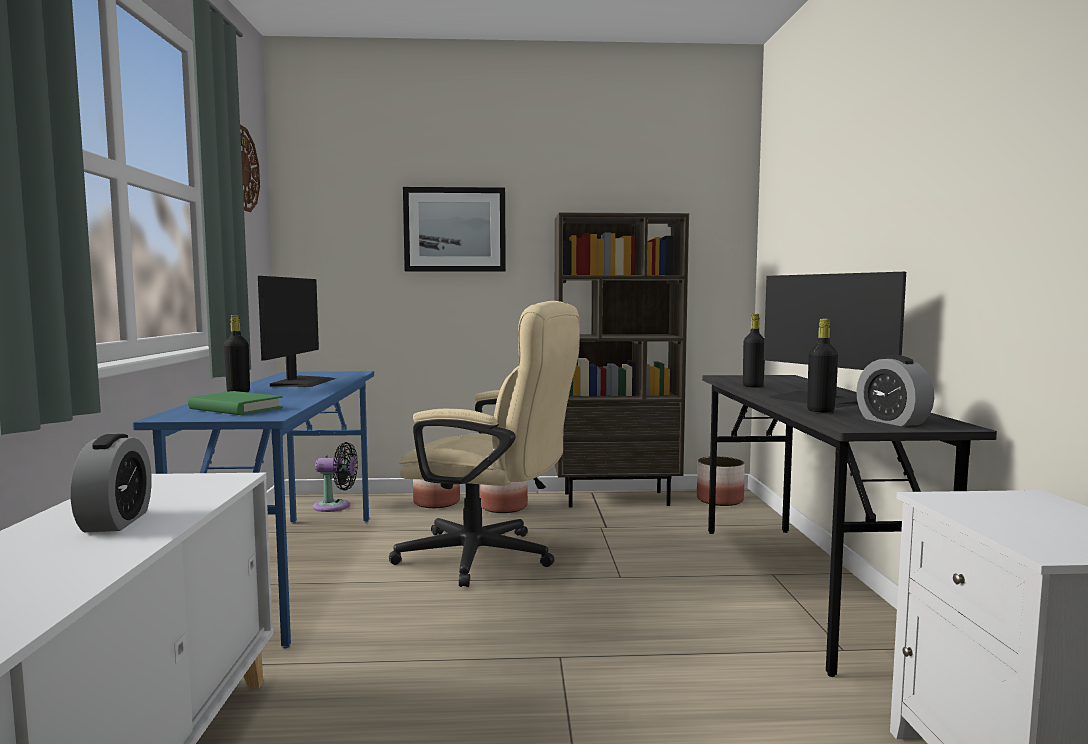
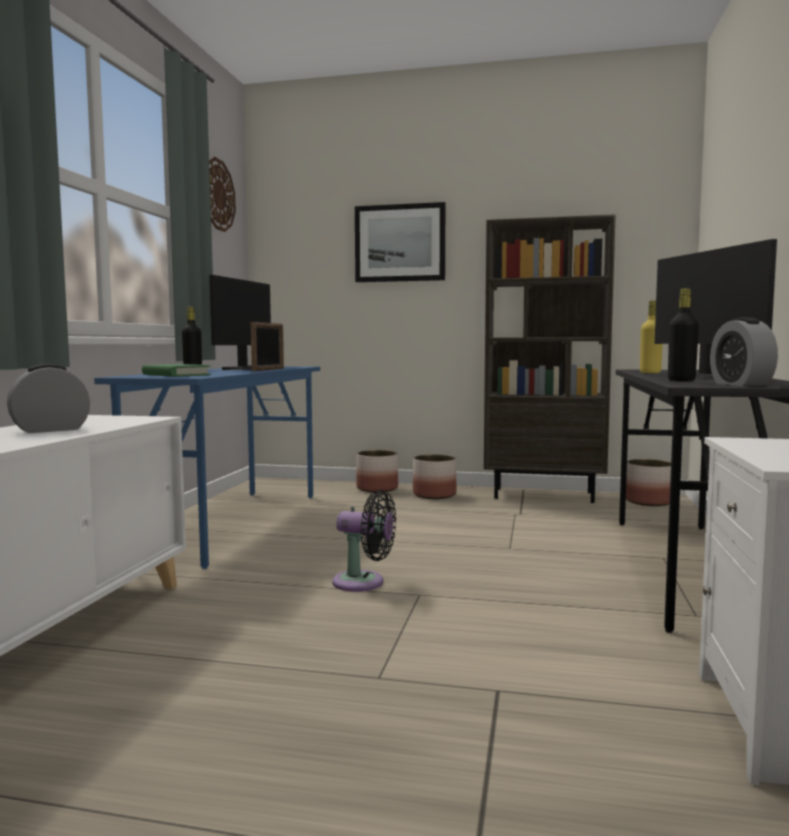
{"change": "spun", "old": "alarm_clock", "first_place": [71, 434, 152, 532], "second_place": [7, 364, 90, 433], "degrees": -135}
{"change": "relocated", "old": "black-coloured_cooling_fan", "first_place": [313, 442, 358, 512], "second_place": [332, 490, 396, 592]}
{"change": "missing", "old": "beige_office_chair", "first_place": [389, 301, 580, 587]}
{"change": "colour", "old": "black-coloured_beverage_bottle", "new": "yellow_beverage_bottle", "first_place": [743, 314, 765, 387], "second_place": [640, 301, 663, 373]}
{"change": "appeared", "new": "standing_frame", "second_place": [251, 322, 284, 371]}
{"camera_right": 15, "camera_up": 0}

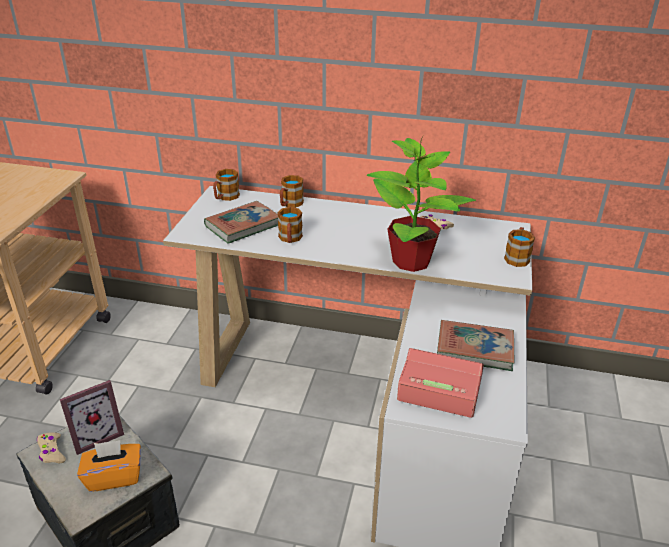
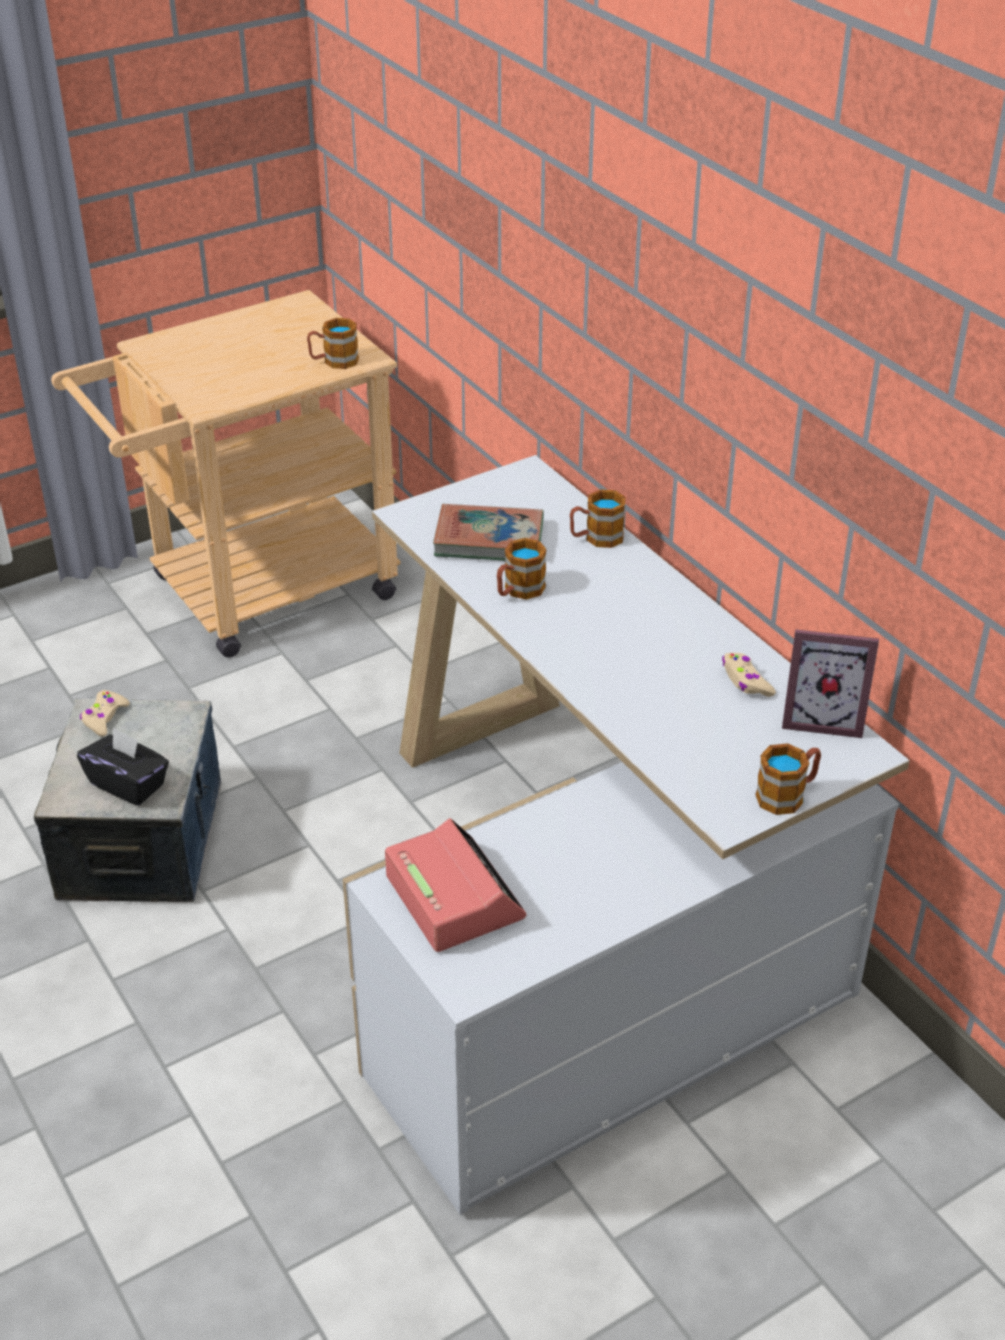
{"change": "relocated", "old": "standing_frame", "first_place": [60, 380, 124, 455], "second_place": [782, 630, 879, 738]}
{"change": "colour", "old": "orangey_tissue_box", "new": "black-coloured_tissue_box", "first_place": [77, 440, 141, 492], "second_place": [77, 727, 169, 806]}
{"change": "relocated", "old": "tea_mug", "first_place": [213, 169, 240, 201], "second_place": [307, 318, 359, 369]}
{"change": "missing", "old": "plant_in_a_pot", "first_place": [367, 136, 476, 272]}
{"change": "missing", "old": "book", "first_place": [437, 320, 514, 371]}
{"camera_right": 45, "camera_up": 5}

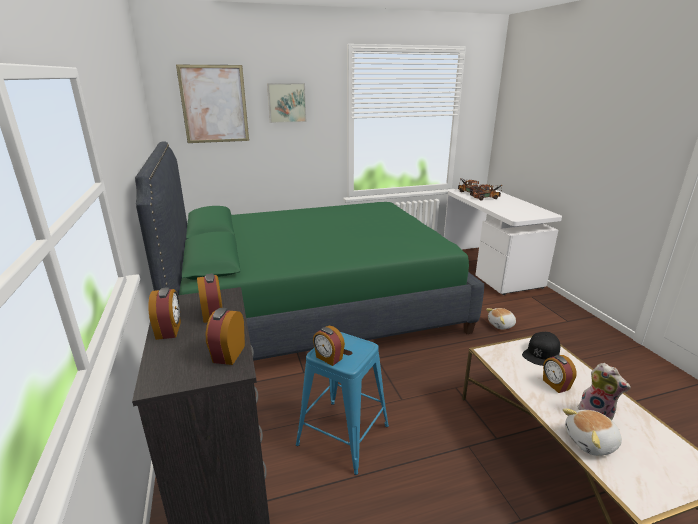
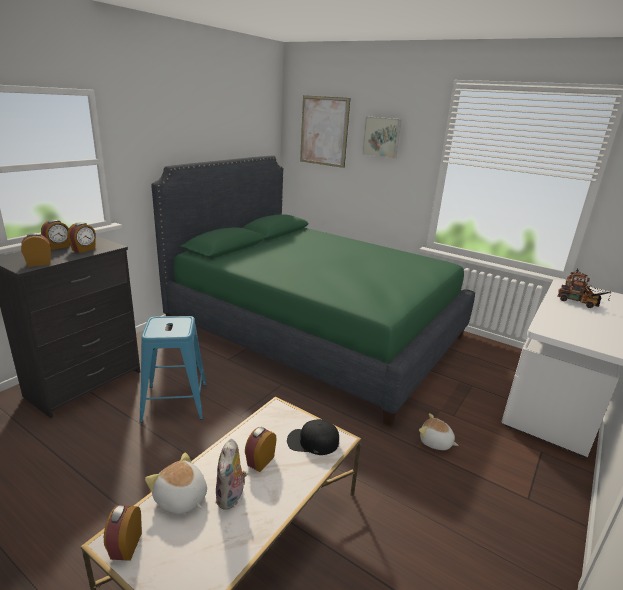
{"change": "relocated", "old": "alarm_clock", "first_place": [313, 326, 345, 366], "second_place": [104, 505, 142, 561]}
{"camera_right": 50, "camera_up": 0}

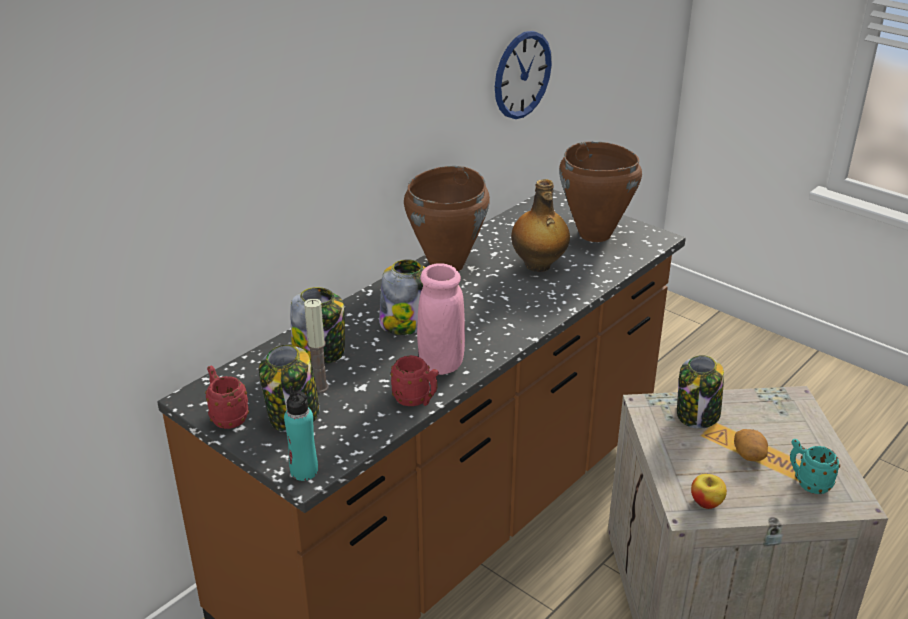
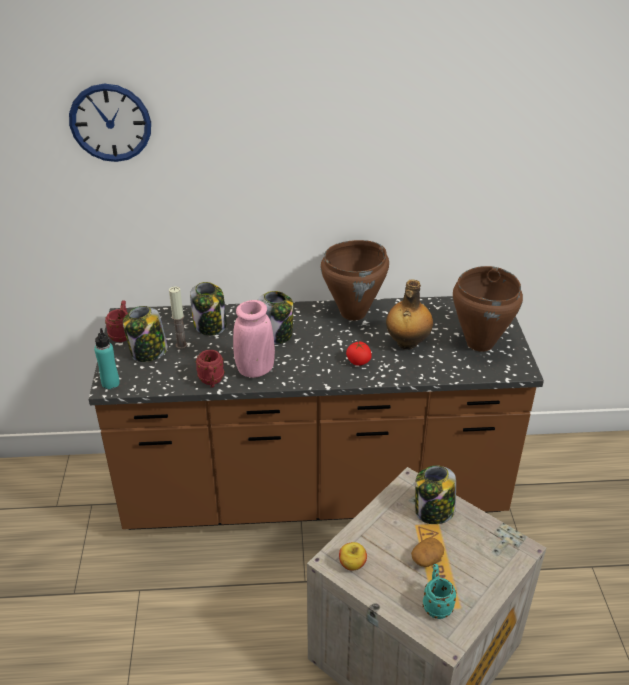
{"change": "relocated", "old": "wall_clock", "first_place": [495, 31, 552, 119], "second_place": [69, 84, 151, 162]}
{"change": "appeared", "new": "tomato", "second_place": [346, 341, 372, 366]}
{"camera_right": 45, "camera_up": 5}

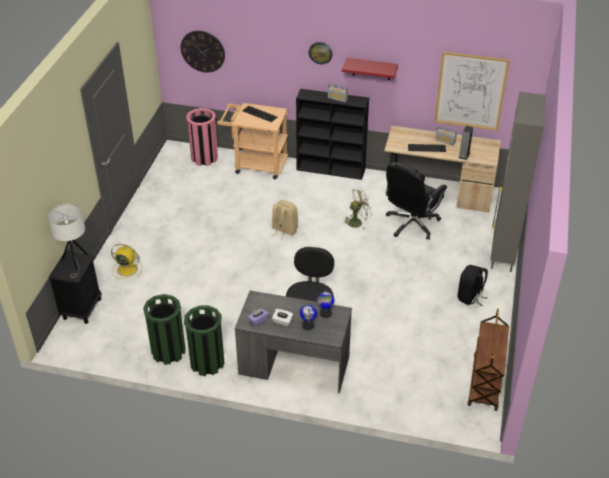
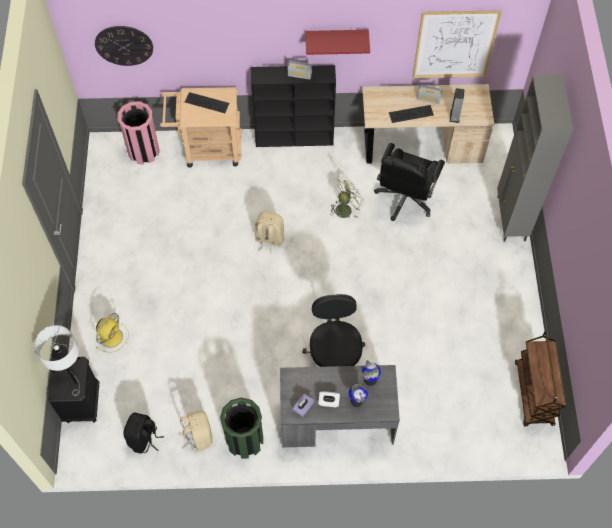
{"change": "spun", "old": "yellow_cooling_fan", "first_place": [111, 244, 142, 279], "second_place": [95, 313, 129, 353], "degrees": 120}
{"change": "exchanged", "old": "green-coloured_waste_bin", "new": "beige_backpack", "first_place": [143, 294, 185, 364], "second_place": [179, 410, 213, 451]}
{"change": "missing", "old": "wall_clock", "first_place": [308, 42, 332, 65]}
{"change": "relocated", "old": "black-coloured_backpack", "first_place": [457, 265, 488, 306], "second_place": [123, 412, 164, 454]}
{"camera_right": -15, "camera_up": 20}

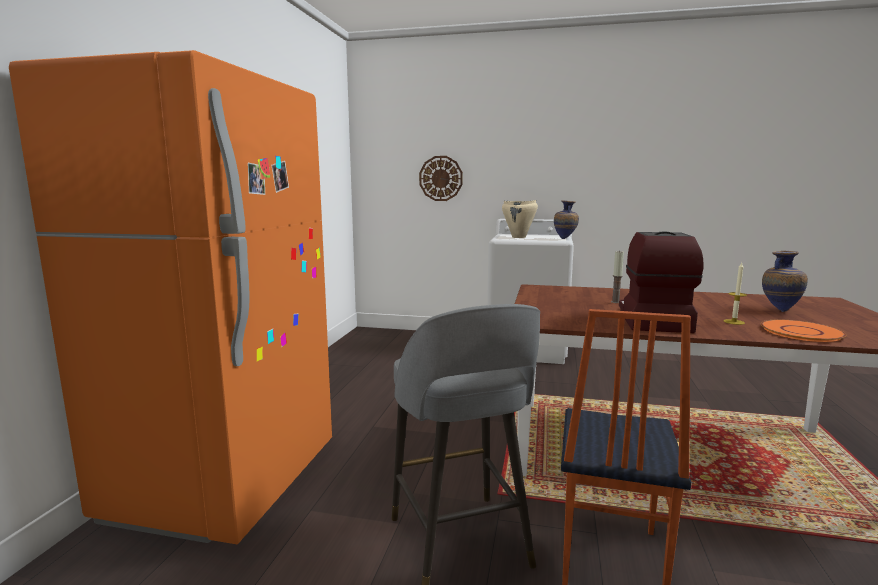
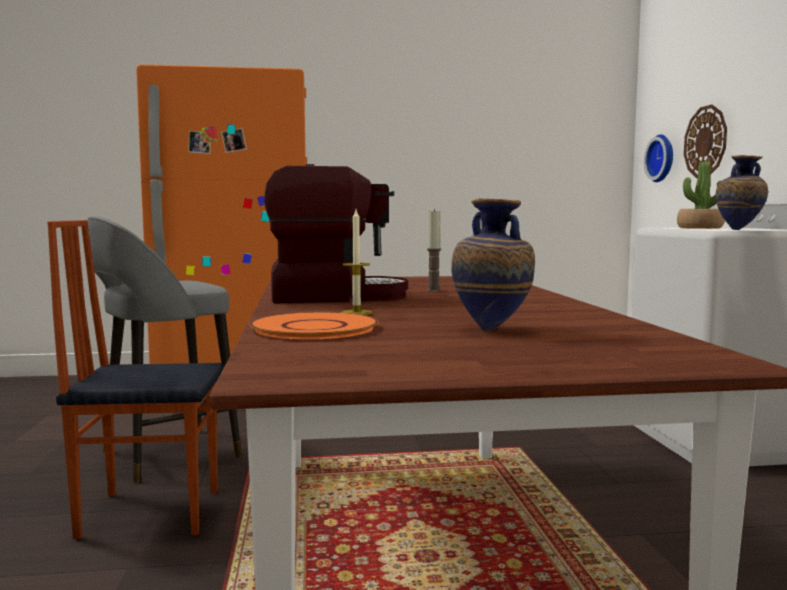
{"change": "exchanged", "old": "beige_cooking_pot", "new": "plant_in_a_pot", "first_place": [502, 200, 538, 238], "second_place": [677, 162, 725, 229]}
{"change": "appeared", "new": "wall_clock", "second_place": [644, 134, 673, 182]}
{"camera_right": 70, "camera_up": -5}

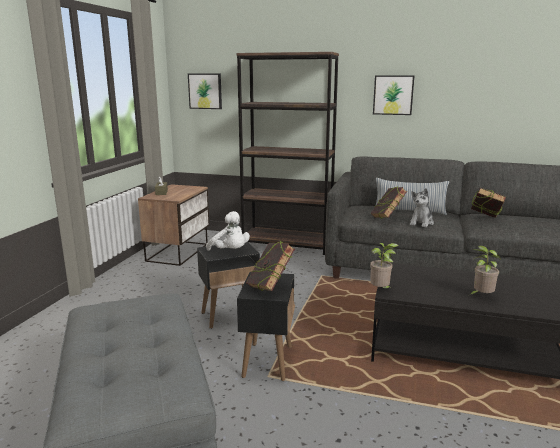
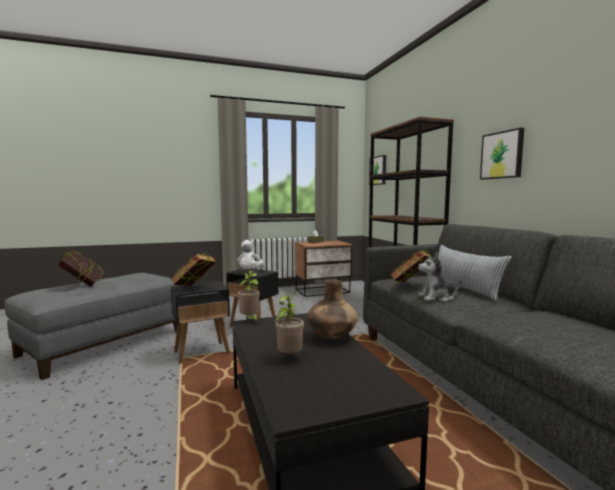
{"change": "relocated", "old": "book", "first_place": [471, 188, 506, 218], "second_place": [58, 250, 105, 287]}
{"change": "appeared", "new": "brown_vase", "second_place": [307, 280, 358, 339]}
{"camera_right": 55, "camera_up": -10}

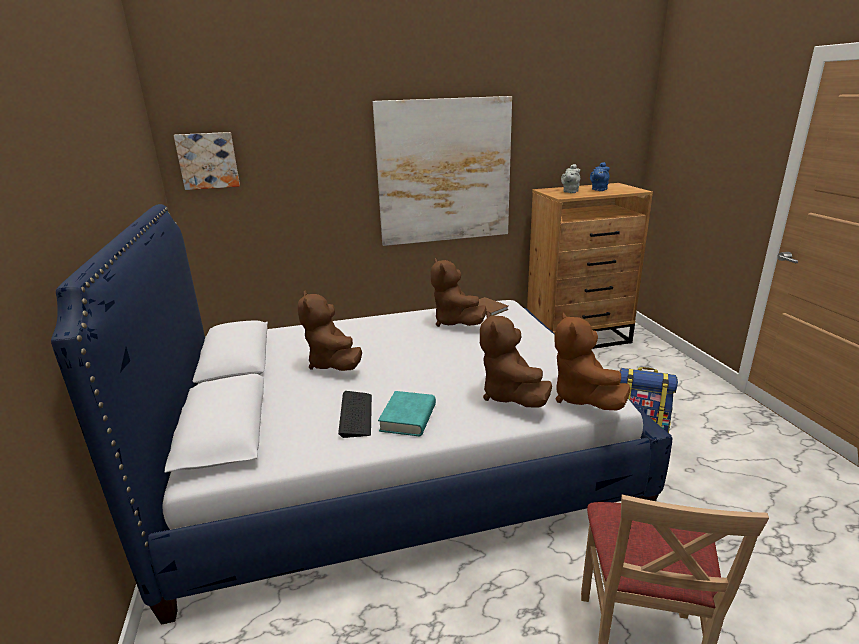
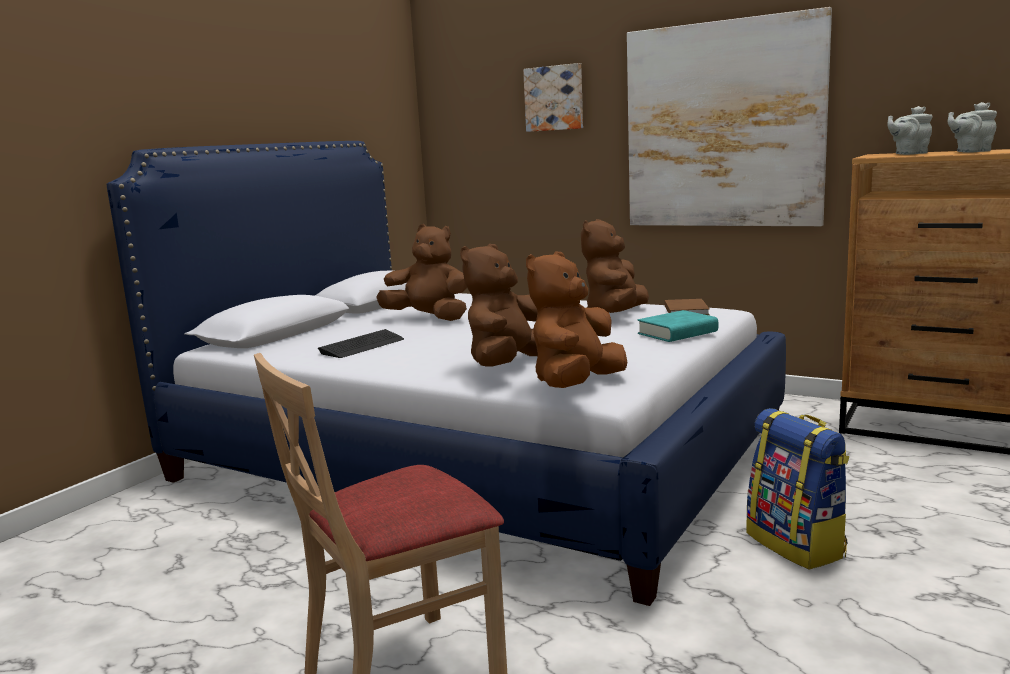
{"change": "relocated", "old": "wall_picture", "first_place": [174, 132, 240, 190], "second_place": [523, 63, 583, 132]}
{"change": "spun", "old": "brown_cuddly_toy", "first_place": [298, 290, 362, 371], "second_place": [376, 224, 467, 321], "degrees": 90}
{"change": "relocated", "old": "blue-green_book", "first_place": [378, 391, 436, 436], "second_place": [638, 310, 718, 342]}
{"change": "colour", "old": "blue_tea_pot", "new": "grey_tea_pot", "first_place": [590, 162, 610, 191], "second_place": [948, 102, 997, 153]}
{"camera_right": 45, "camera_up": -10}

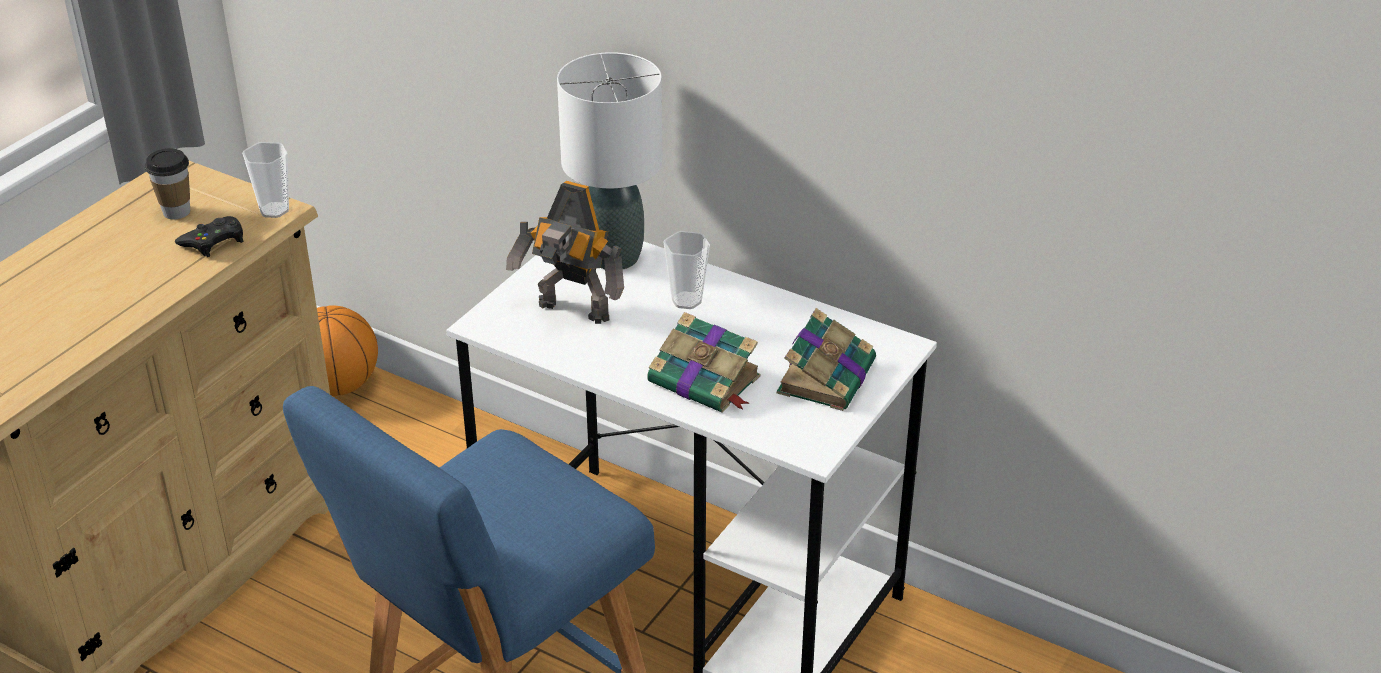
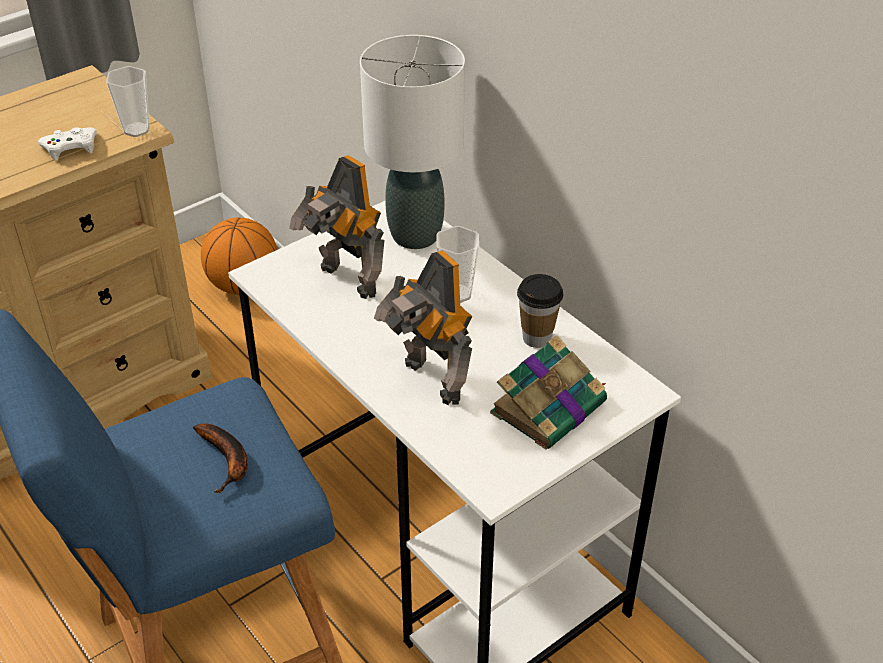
{"change": "relocated", "old": "drinking_cup", "first_place": [145, 148, 190, 219], "second_place": [517, 274, 563, 348]}
{"change": "colour", "old": "black-coloured_game_controller", "new": "white_game_controller", "first_place": [175, 216, 243, 257], "second_place": [38, 127, 97, 161]}
{"change": "exchanged", "old": "book", "new": "model_robot", "first_place": [647, 312, 760, 412], "second_place": [374, 250, 472, 405]}
{"change": "appeared", "new": "banana", "second_place": [193, 424, 248, 493]}
{"camera_right": 20, "camera_up": 5}

